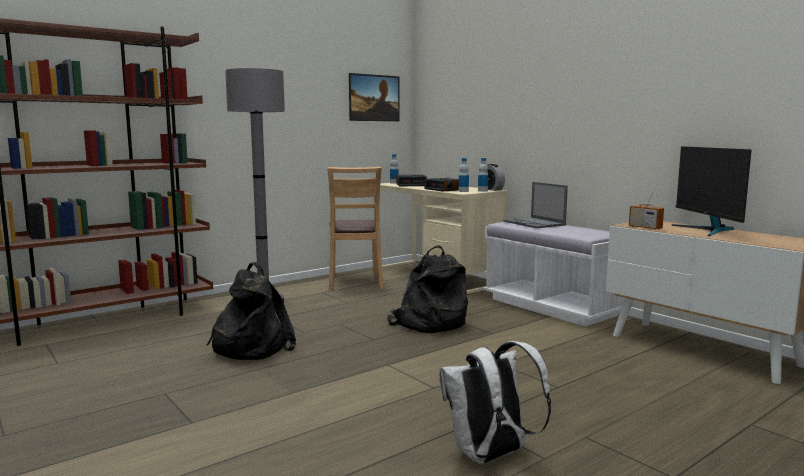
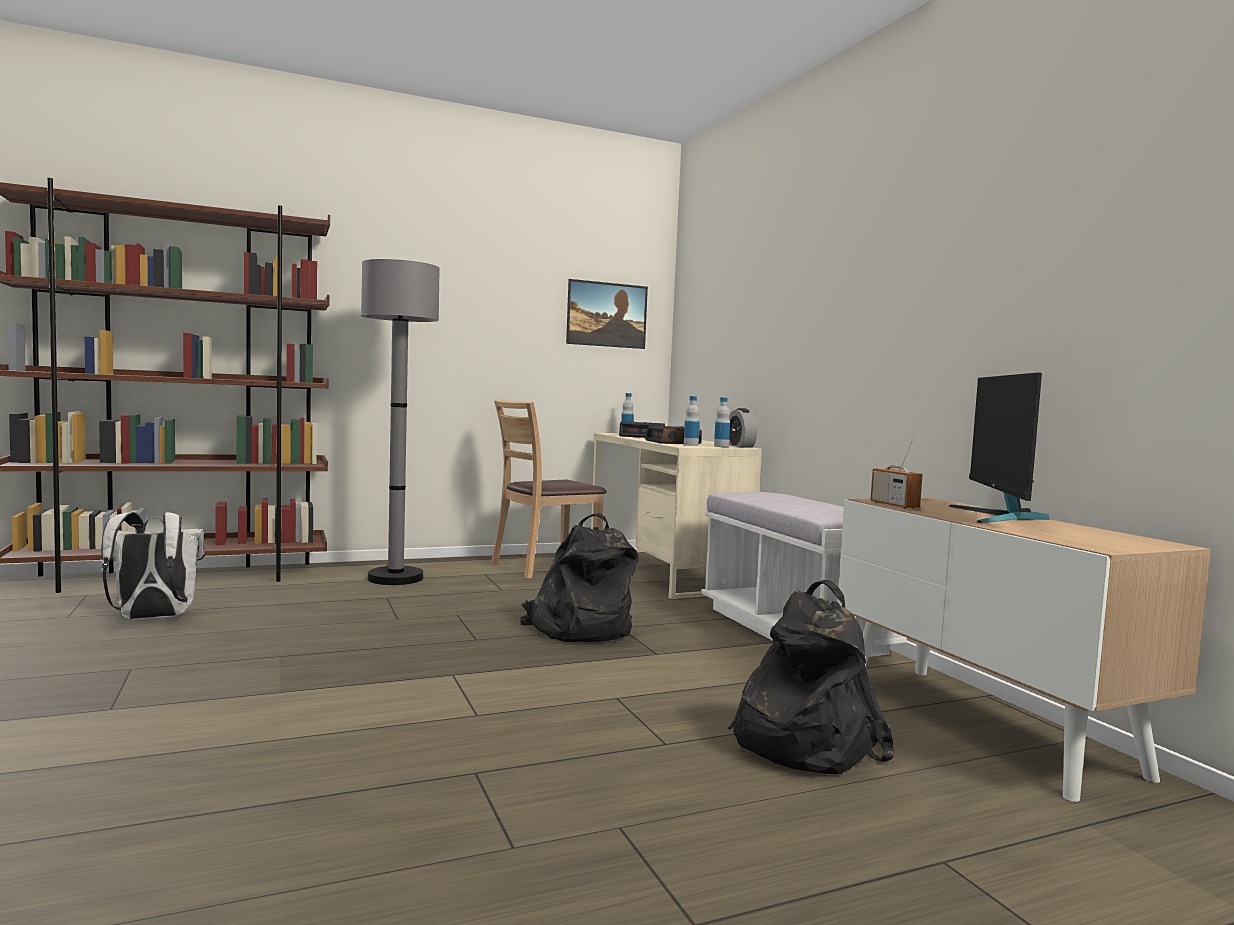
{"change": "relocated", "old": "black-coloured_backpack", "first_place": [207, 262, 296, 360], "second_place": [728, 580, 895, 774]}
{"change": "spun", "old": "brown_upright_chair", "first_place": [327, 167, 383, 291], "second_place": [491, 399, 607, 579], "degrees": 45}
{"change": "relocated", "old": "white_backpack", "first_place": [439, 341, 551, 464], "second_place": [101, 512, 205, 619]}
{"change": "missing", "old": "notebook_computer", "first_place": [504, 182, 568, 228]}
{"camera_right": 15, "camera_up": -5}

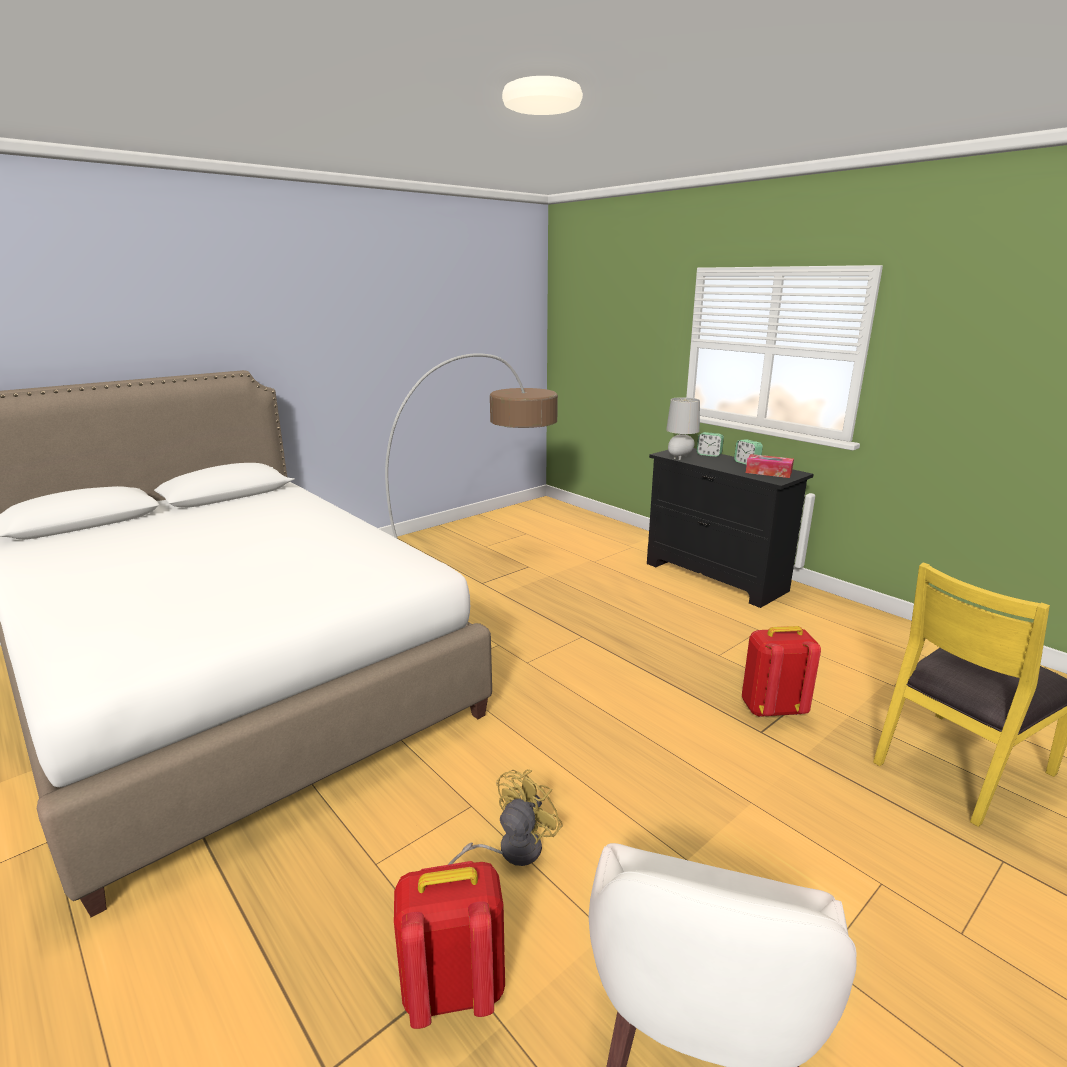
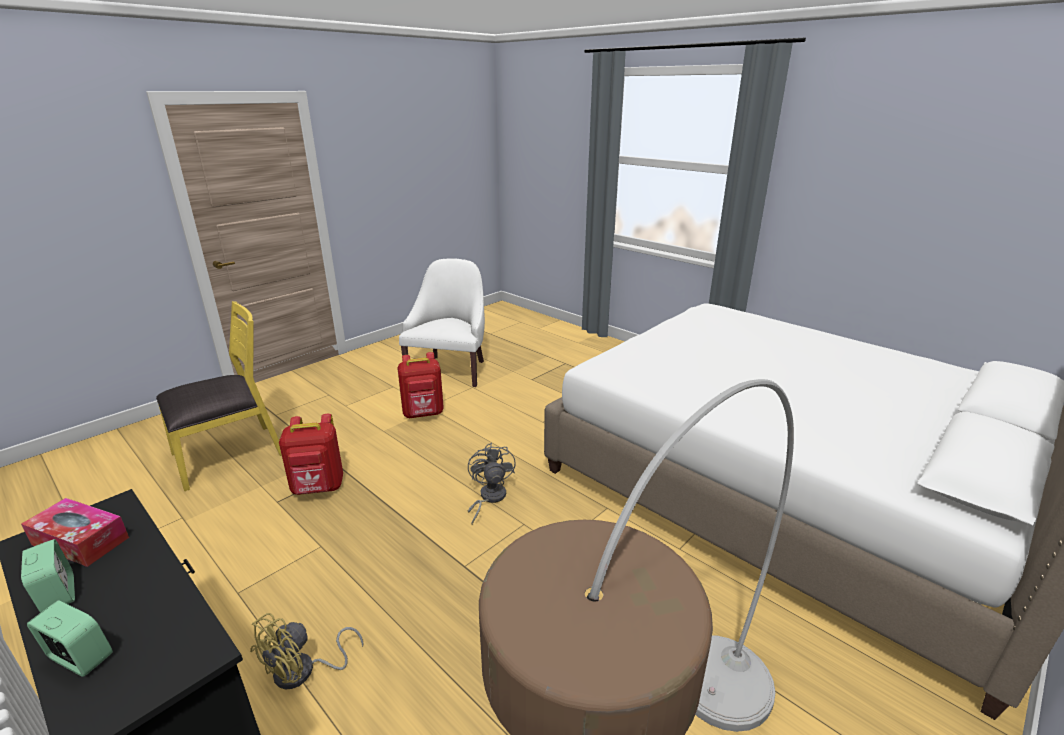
{"change": "relocated", "old": "red_backpack", "first_place": [394, 861, 505, 1029], "second_place": [397, 352, 444, 418]}
{"change": "relocated", "old": "yellow_cooling_fan", "first_place": [448, 769, 563, 866], "second_place": [250, 613, 364, 689]}
{"change": "missing", "old": "grey_tabletop_lamp", "first_place": [666, 397, 700, 460]}
{"change": "appeared", "new": "grey_cooling_fan", "second_place": [468, 443, 516, 524]}
{"camera_right": 175, "camera_up": 5}

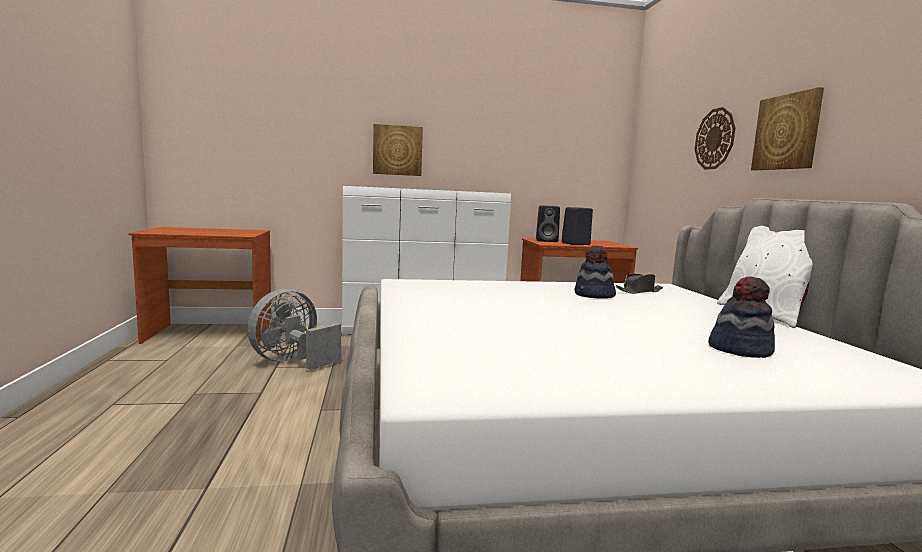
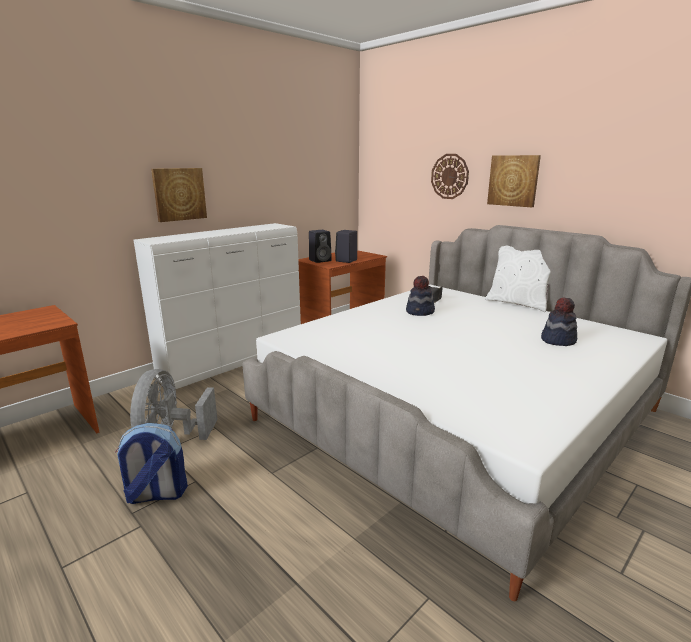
{"change": "appeared", "new": "backpack", "second_place": [115, 423, 188, 504]}
{"camera_right": -35, "camera_up": 10}

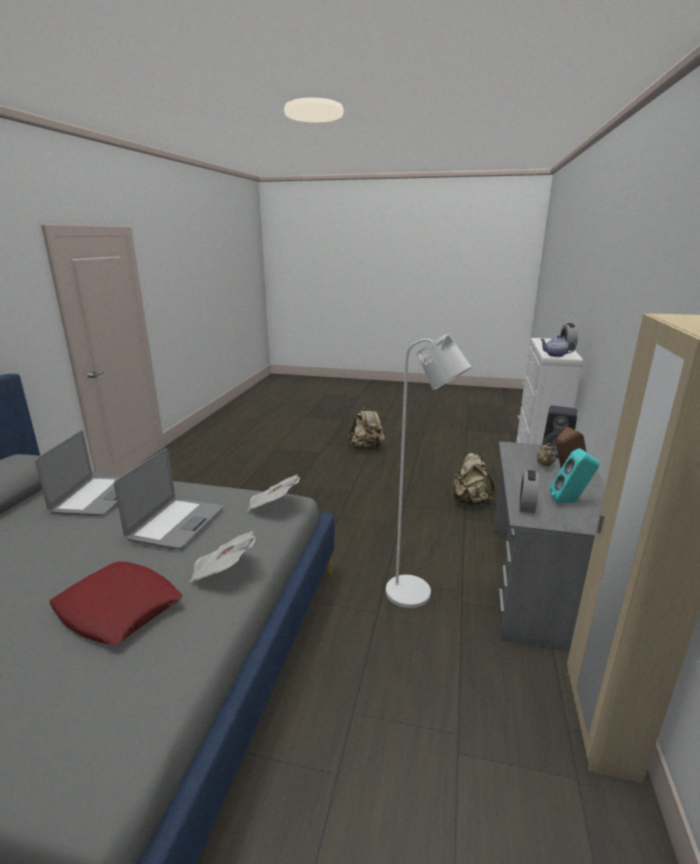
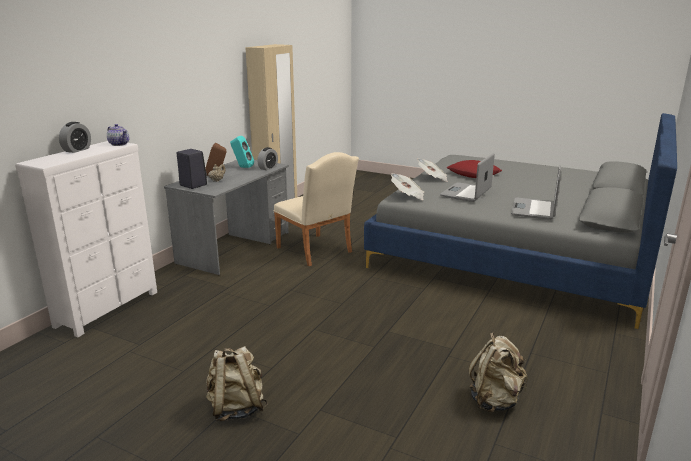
{"change": "exchanged", "old": "white_standard_lamp", "new": "beige_upright_chair", "first_place": [386, 334, 472, 608], "second_place": [274, 152, 359, 266]}
{"change": "relocated", "old": "beige_backpack", "first_place": [452, 453, 495, 505], "second_place": [469, 333, 528, 412]}
{"camera_right": -165, "camera_up": 0}

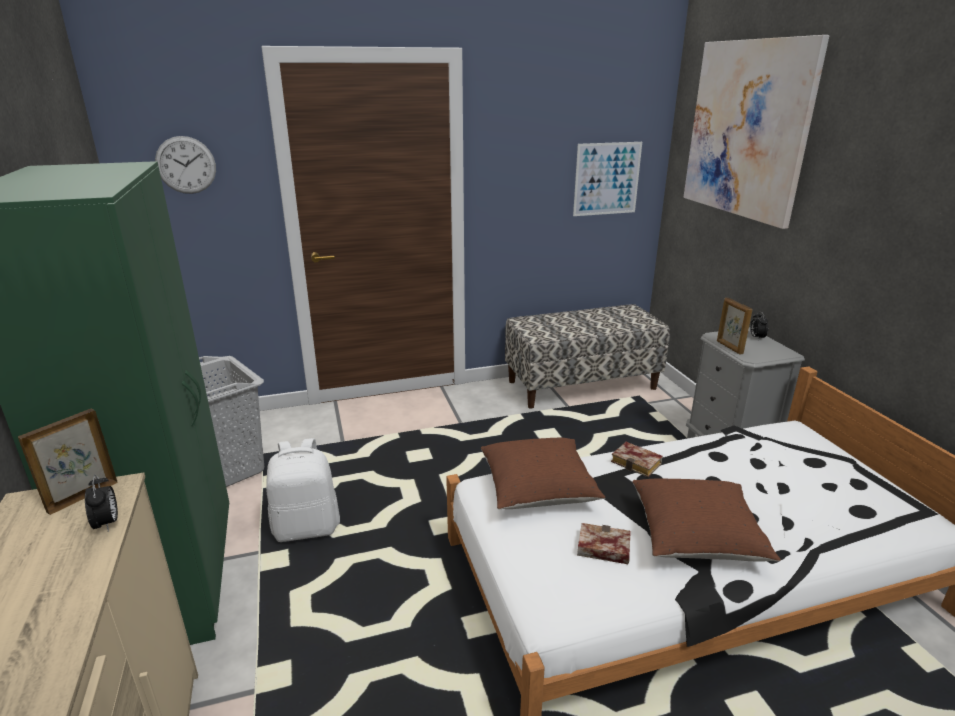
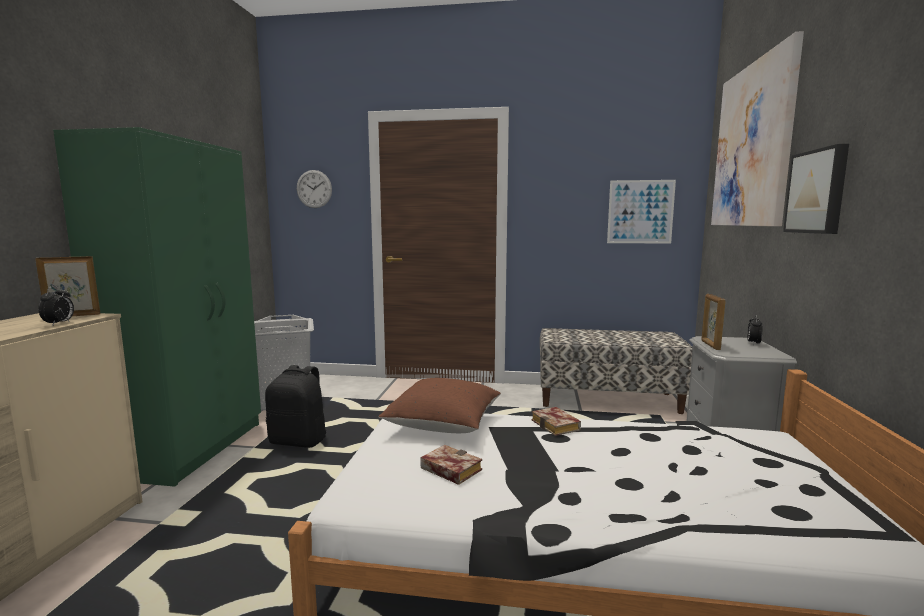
{"change": "colour", "old": "white_backpack", "new": "black-coloured_backpack", "first_place": [266, 438, 340, 542], "second_place": [265, 365, 327, 448]}
{"change": "missing", "old": "brown_pillow", "first_place": [633, 479, 781, 562]}
{"change": "appeared", "new": "wall_picture", "second_place": [783, 144, 849, 234]}
{"camera_right": 25, "camera_up": -15}

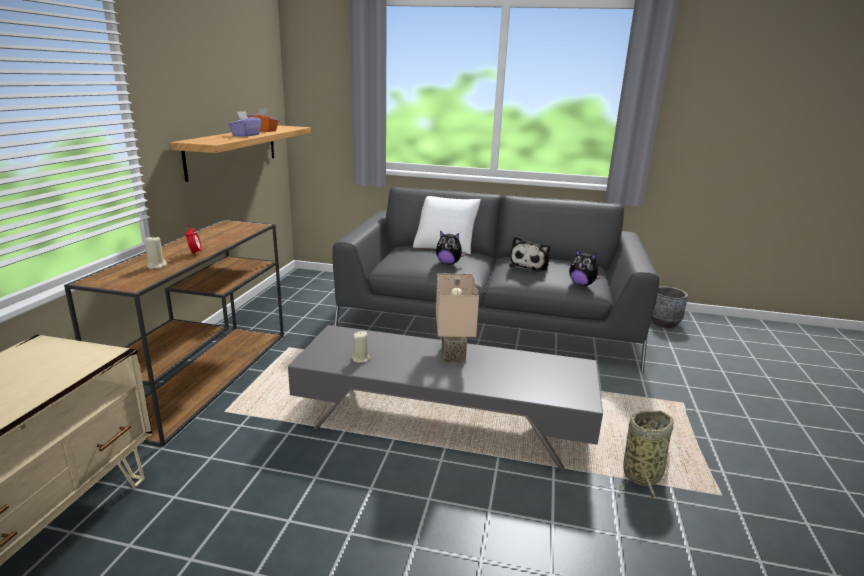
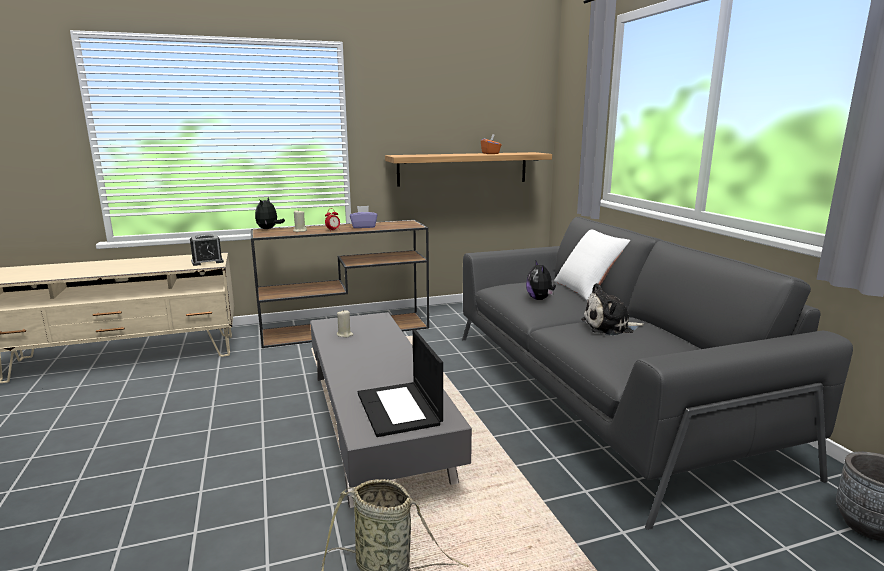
{"change": "relocated", "old": "purple-coloured_tissue_box", "first_place": [228, 111, 261, 137], "second_place": [350, 206, 377, 228]}
{"change": "missing", "old": "beige_tabletop_lamp", "first_place": [436, 273, 479, 363]}
{"change": "relocated", "old": "cuddly_toy", "first_place": [569, 249, 602, 286], "second_place": [255, 197, 285, 229]}
{"change": "appeared", "new": "alarm_clock", "second_place": [190, 233, 224, 266]}
{"change": "appeared", "new": "notebook_computer", "second_place": [358, 330, 443, 437]}
{"camera_right": 60, "camera_up": -5}

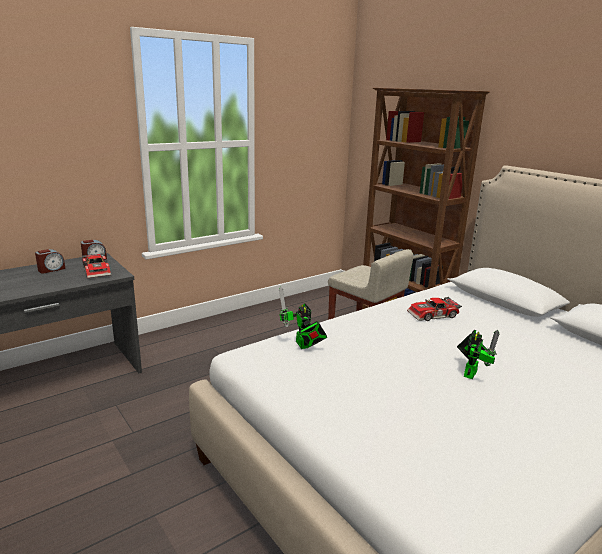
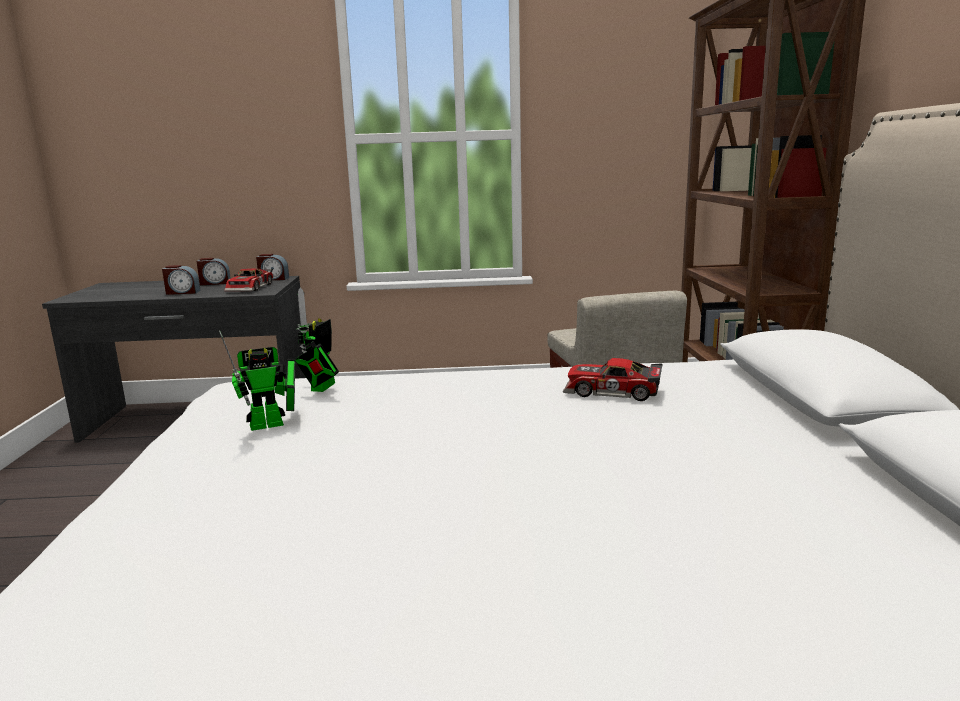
{"change": "relocated", "old": "model_robot", "first_place": [457, 330, 500, 379], "second_place": [219, 330, 295, 431]}
{"change": "appeared", "new": "alarm_clock", "second_place": [162, 265, 201, 295]}
{"camera_right": 35, "camera_up": -5}

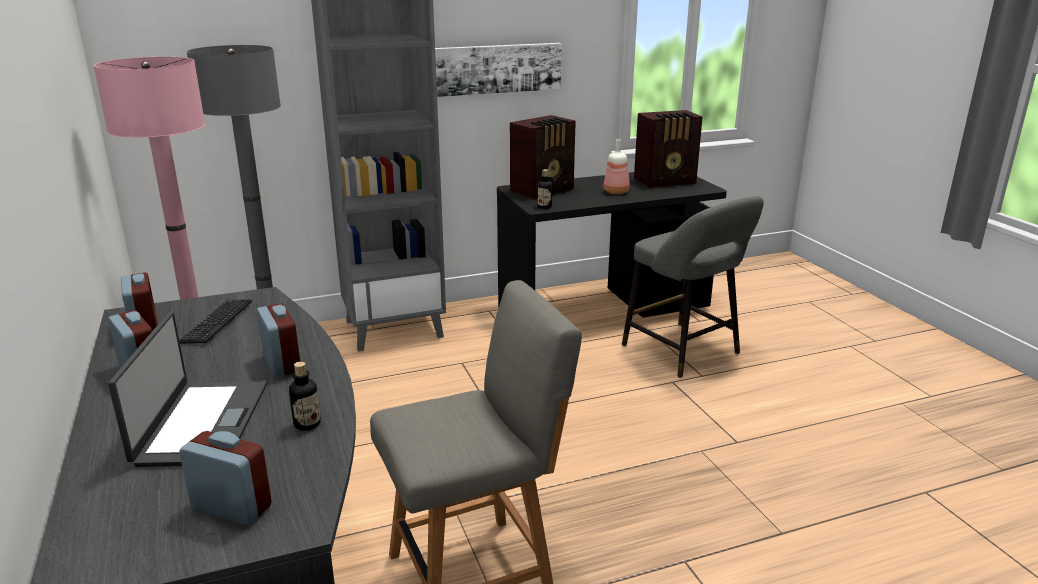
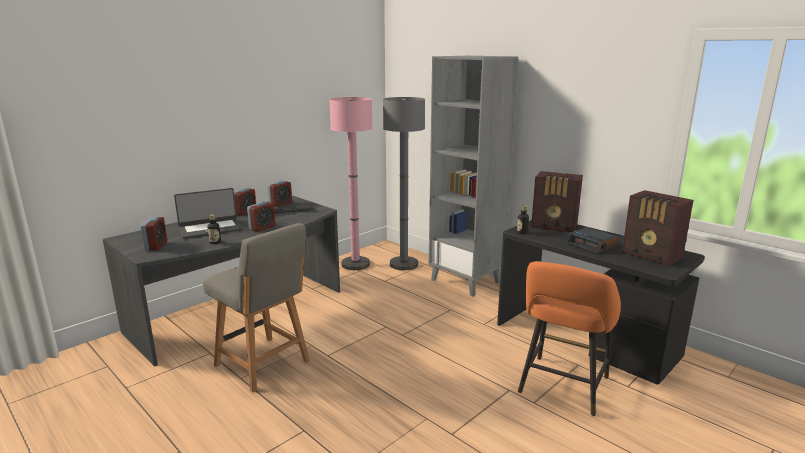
{"change": "missing", "old": "wall_picture", "first_place": [435, 43, 562, 97]}
{"change": "exchanged", "old": "beverage_bottle", "new": "alarm_clock", "first_place": [603, 139, 630, 194], "second_place": [567, 227, 618, 254]}
{"change": "colour", "old": "grey_sitting_stool", "new": "orangey_sitting_stool", "first_place": [622, 196, 764, 378], "second_place": [518, 261, 621, 416]}
{"camera_right": 65, "camera_up": -5}

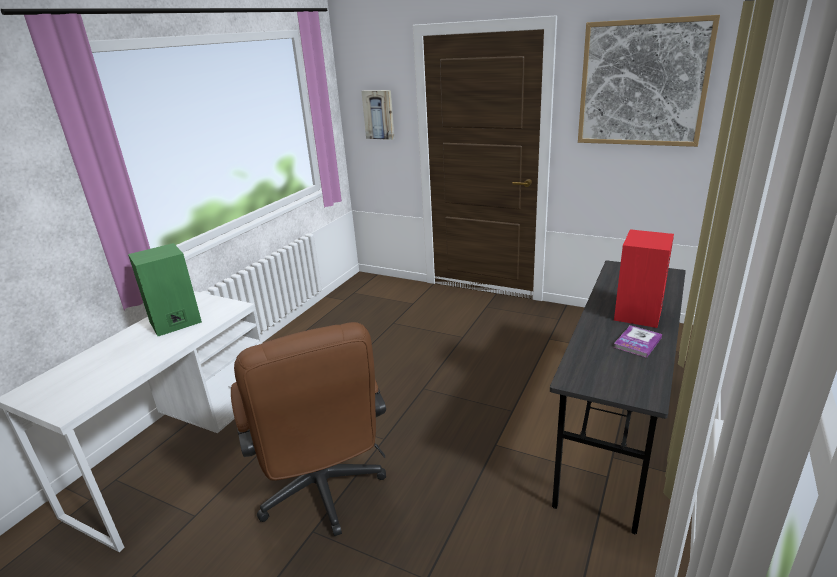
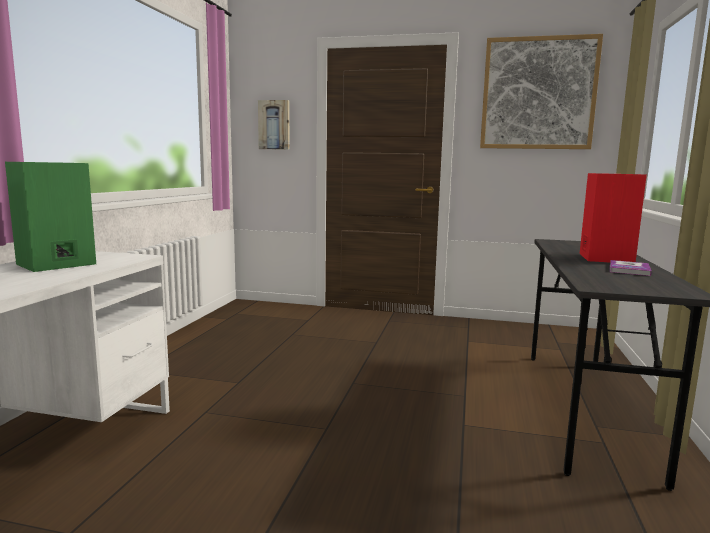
{"change": "missing", "old": "brown_office_chair", "first_place": [231, 322, 386, 536]}
{"camera_right": -15, "camera_up": -15}

